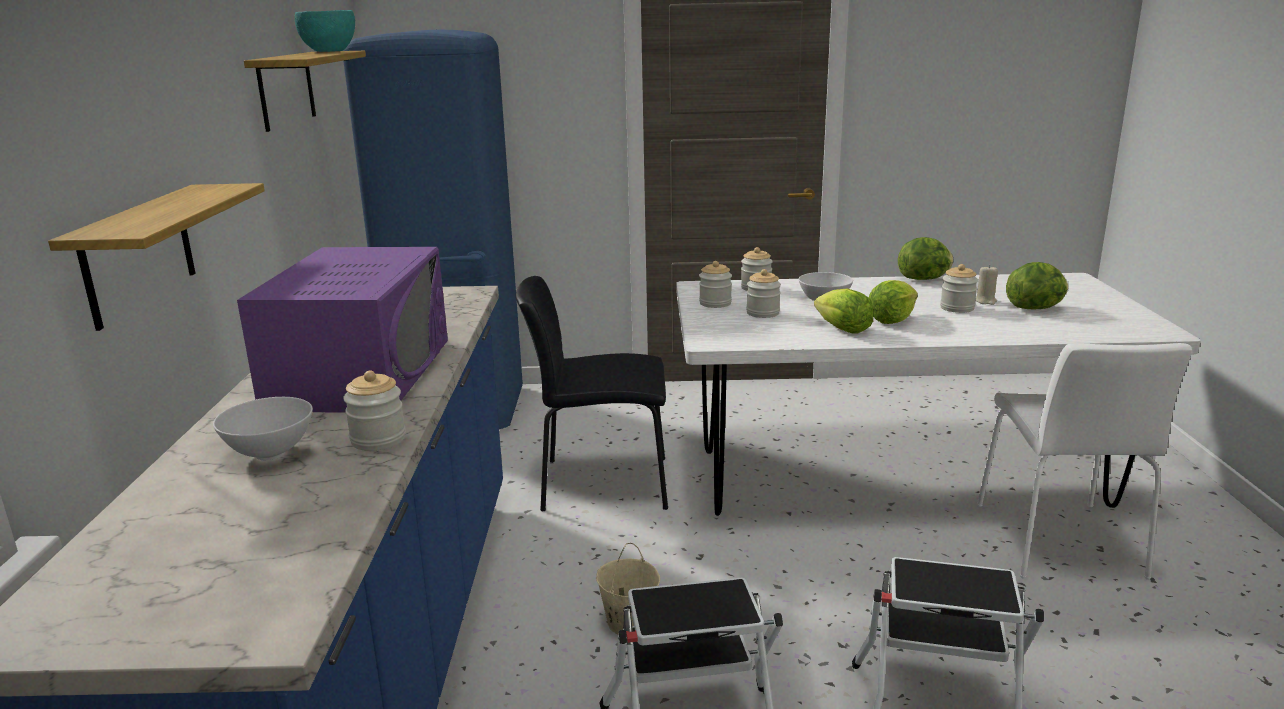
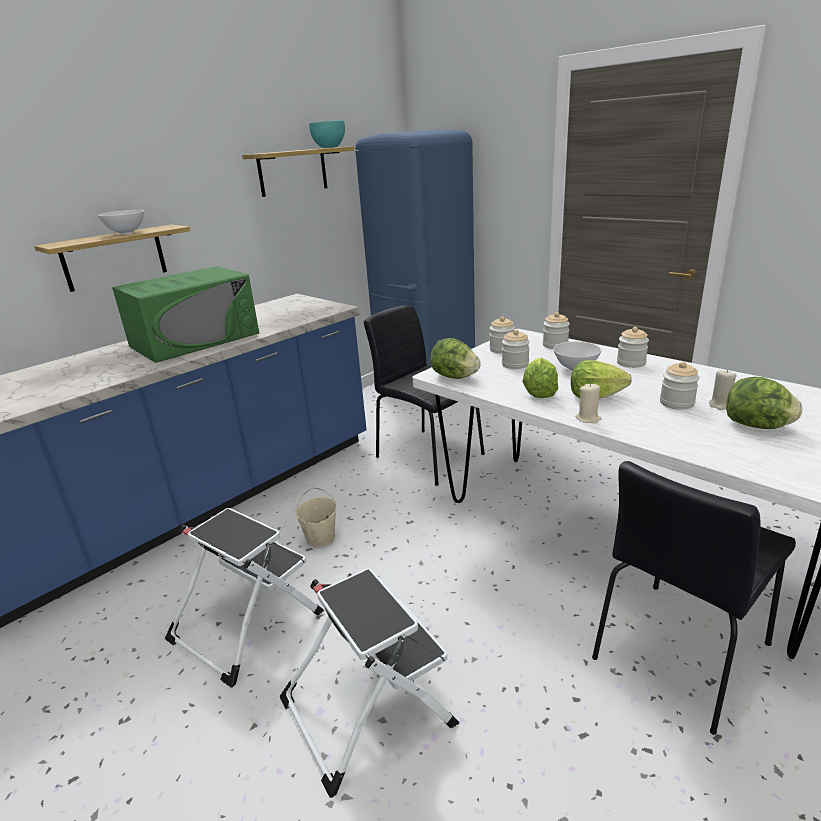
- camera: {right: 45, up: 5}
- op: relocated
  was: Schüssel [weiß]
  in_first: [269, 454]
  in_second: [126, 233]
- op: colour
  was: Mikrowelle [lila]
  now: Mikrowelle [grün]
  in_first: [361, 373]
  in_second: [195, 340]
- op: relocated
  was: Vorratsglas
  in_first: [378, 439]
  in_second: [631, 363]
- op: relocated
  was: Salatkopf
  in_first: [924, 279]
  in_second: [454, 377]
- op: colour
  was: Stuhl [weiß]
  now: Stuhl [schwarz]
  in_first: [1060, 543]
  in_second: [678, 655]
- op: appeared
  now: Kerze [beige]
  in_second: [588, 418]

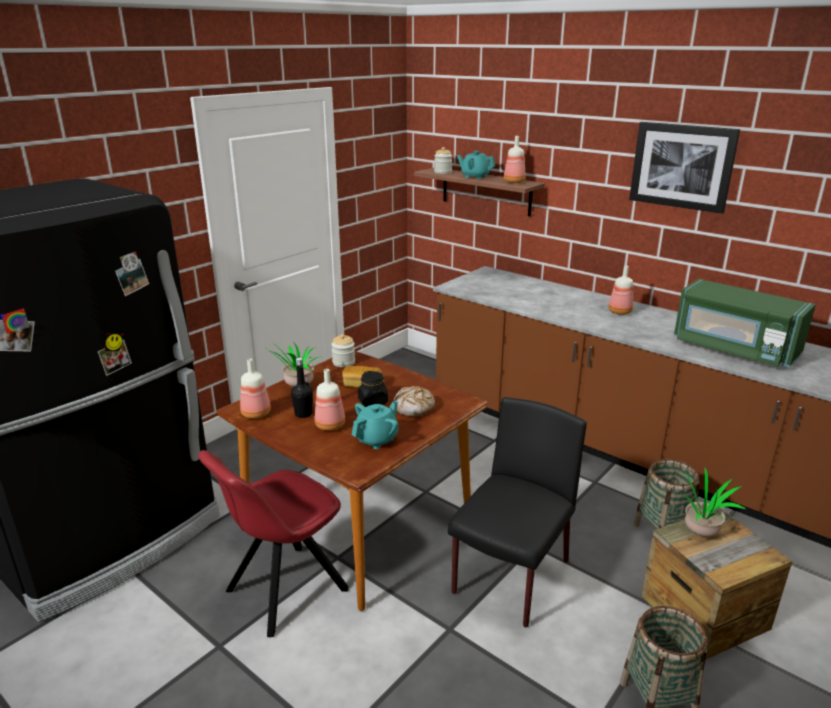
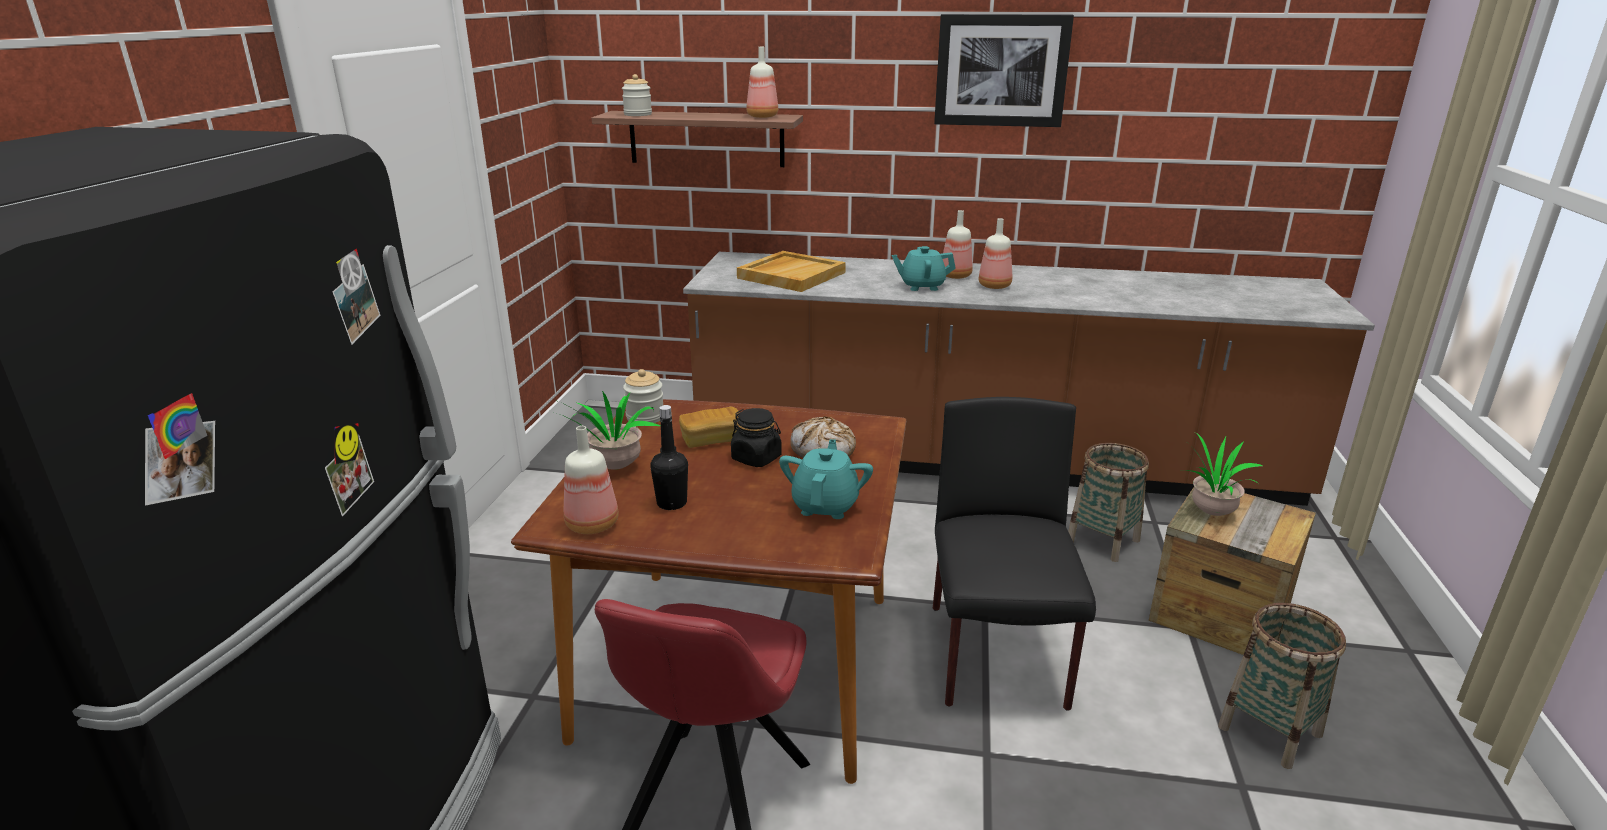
- camera: {right: -30, up: 0}
- op: relocated
  was: Flasche
  in_first: [331, 425]
  in_second: [995, 286]
- op: relocated
  was: Teekanne [türkis]
  in_first: [475, 177]
  in_second: [922, 286]
- op: missing
  was: Mikrowelle [grün]
  in_first: [733, 349]
- op: appeared
  now: Tablett [beige]
  in_second: [791, 275]

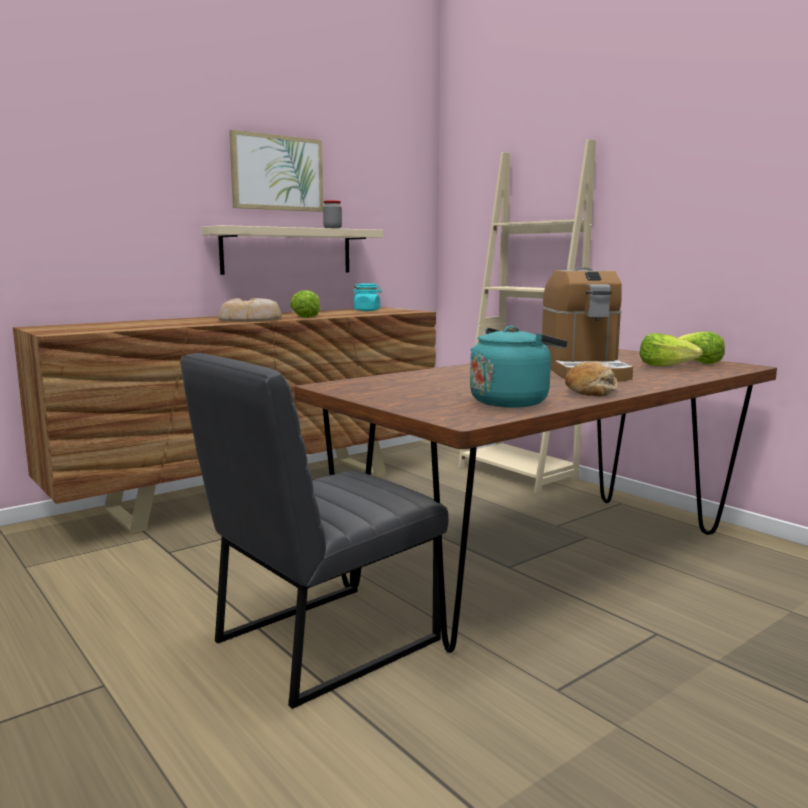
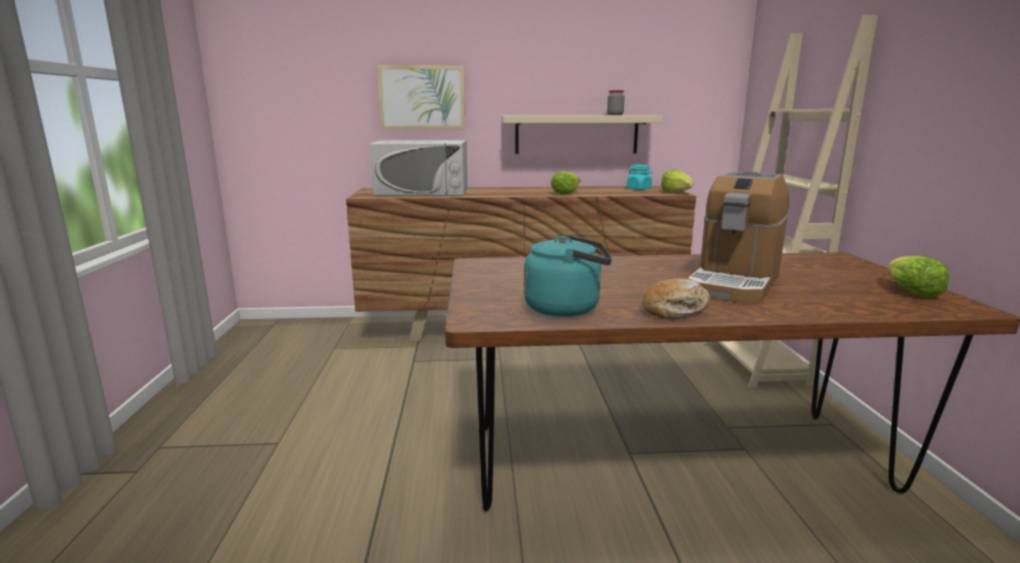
- camera: {right: 35, up: 5}
- op: missing
  was: Stuhl [grau]
  in_first: [321, 642]
- op: missing
  was: Brot
  in_first: [250, 319]
- op: relocated
  was: Bild
  in_first: [277, 173]
  in_second: [422, 97]
- op: relocated
  was: Salatkopf
  in_first: [666, 366]
  in_second: [677, 193]
- op: appeared
  now: Mikrowelle [weiß]
  in_second: [422, 191]

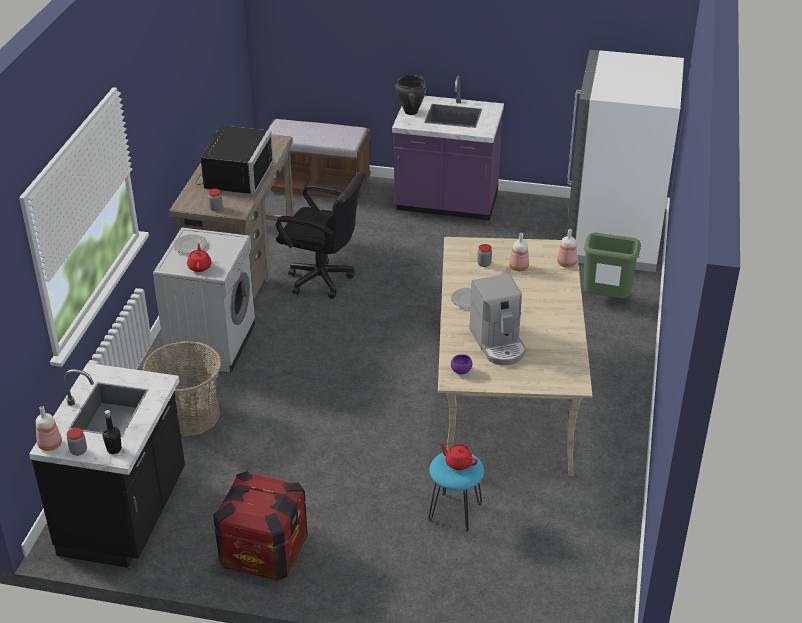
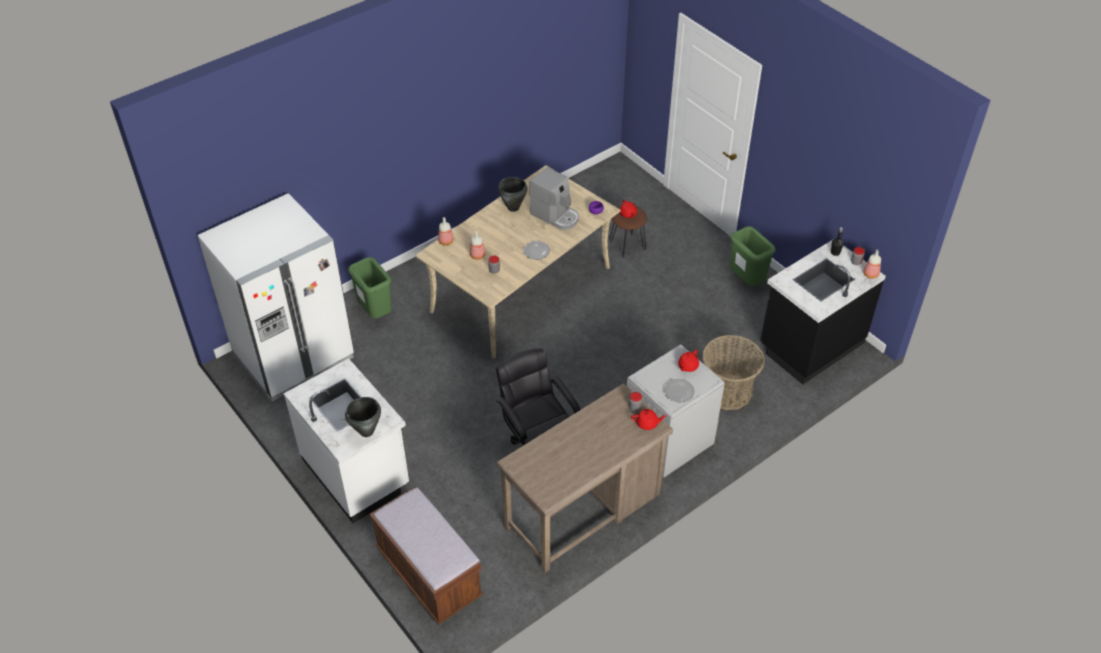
- camera: {right: -140, up: 10}
- op: missing
  was: Mikrowelle [schwarz]
  in_first: [234, 176]
- op: exchanged
  was: Kiste
  now: Mülleimer [grün]
  in_first: [264, 552]
  in_second: [746, 281]
- op: colour
  was: Küchenzeile [lila]
  now: Küchenzeile [weiß]
  in_first: [446, 204]
  in_second: [357, 472]
- op: colour
  was: Hocker [türkis]
  now: Hocker [braun]
  in_first: [455, 512]
  in_second: [627, 245]
- op: spun
  was: Kaffeemaschine
  in_first: [498, 343]
  in_second: [555, 215]
  clockwise: 105
- op: appeared
  now: Kochtopf [schwarz]
  in_second: [513, 208]
- op: appeared
  now: Teekanne [rot]
  in_second: [647, 423]

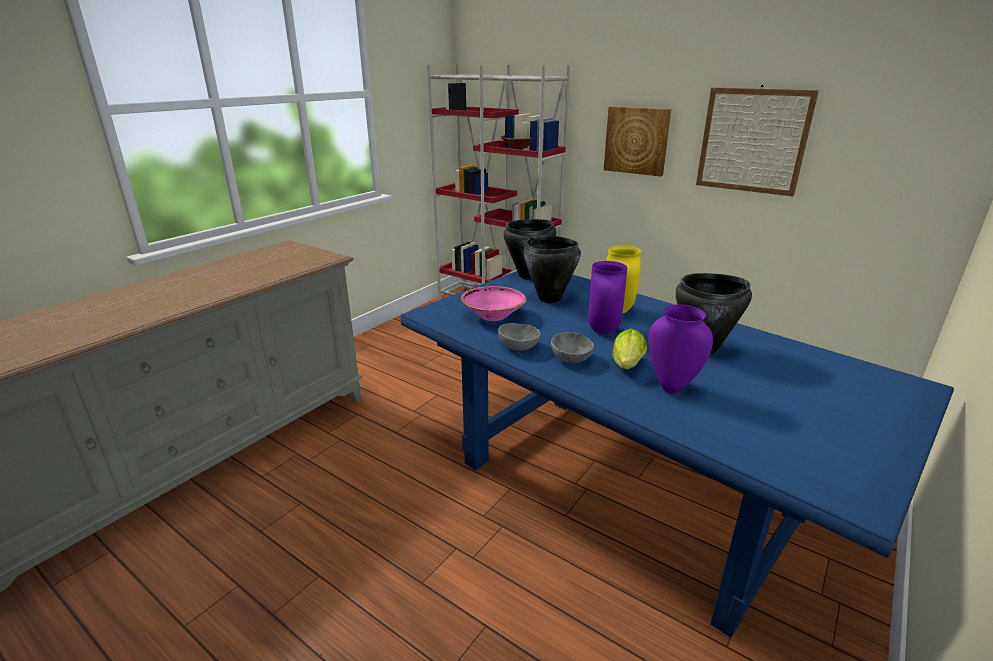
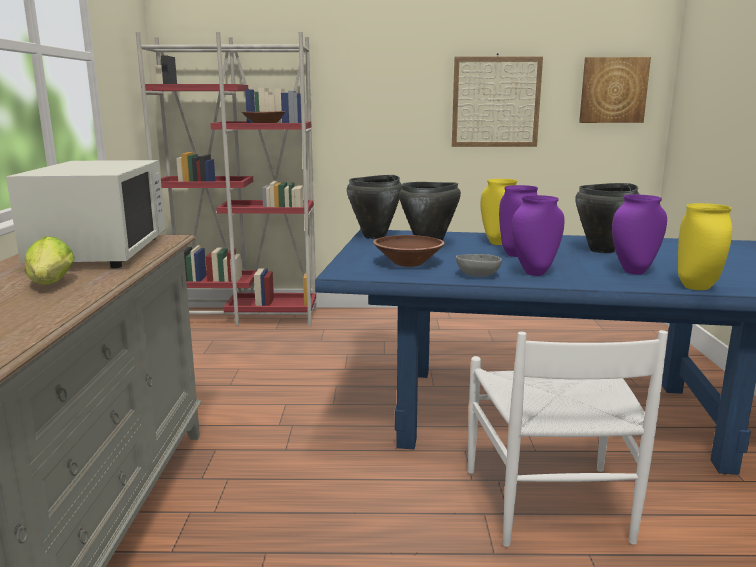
- camera: {right: -35, up: -10}
- op: colour
  was: Schüssel [rosa]
  now: Schüssel [braun]
  in_first: [493, 316]
  in_second: [408, 263]
- op: exchanged
  was: Schüssel [grau]
  now: Vase [lila]
  in_first: [572, 358]
  in_second: [534, 273]
- op: relocated
  was: Bild
  in_first: [636, 140]
  in_second: [613, 90]
- op: relocated
  was: Salatkopf
  in_first: [627, 367]
  in_second: [50, 285]
- op: appeared
  now: Mikrowelle [weiß]
  in_second: [101, 252]
- op: appeared
  now: Stuhl [weiß]
  in_second: [551, 506]
- op: appeared
  now: Vase [gelb]
  in_second: [695, 287]

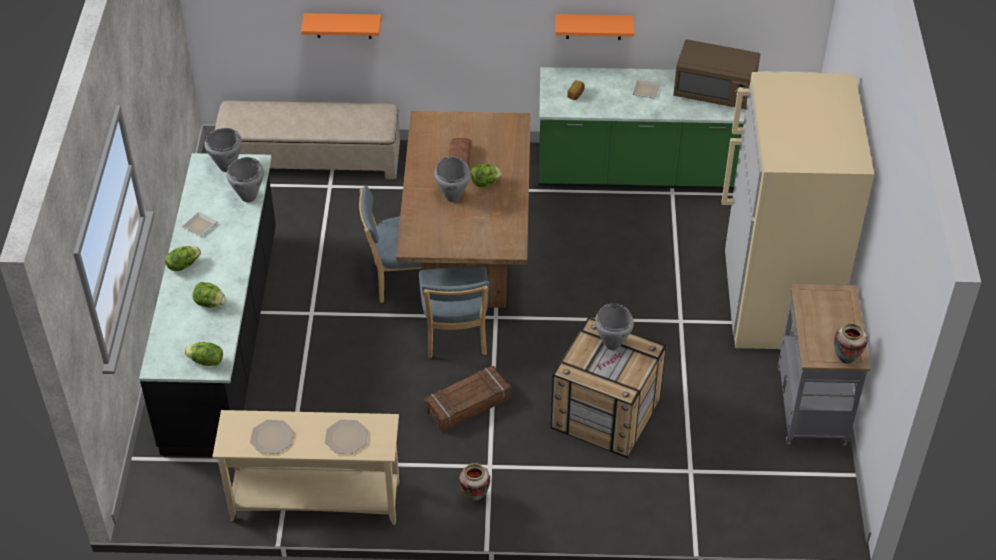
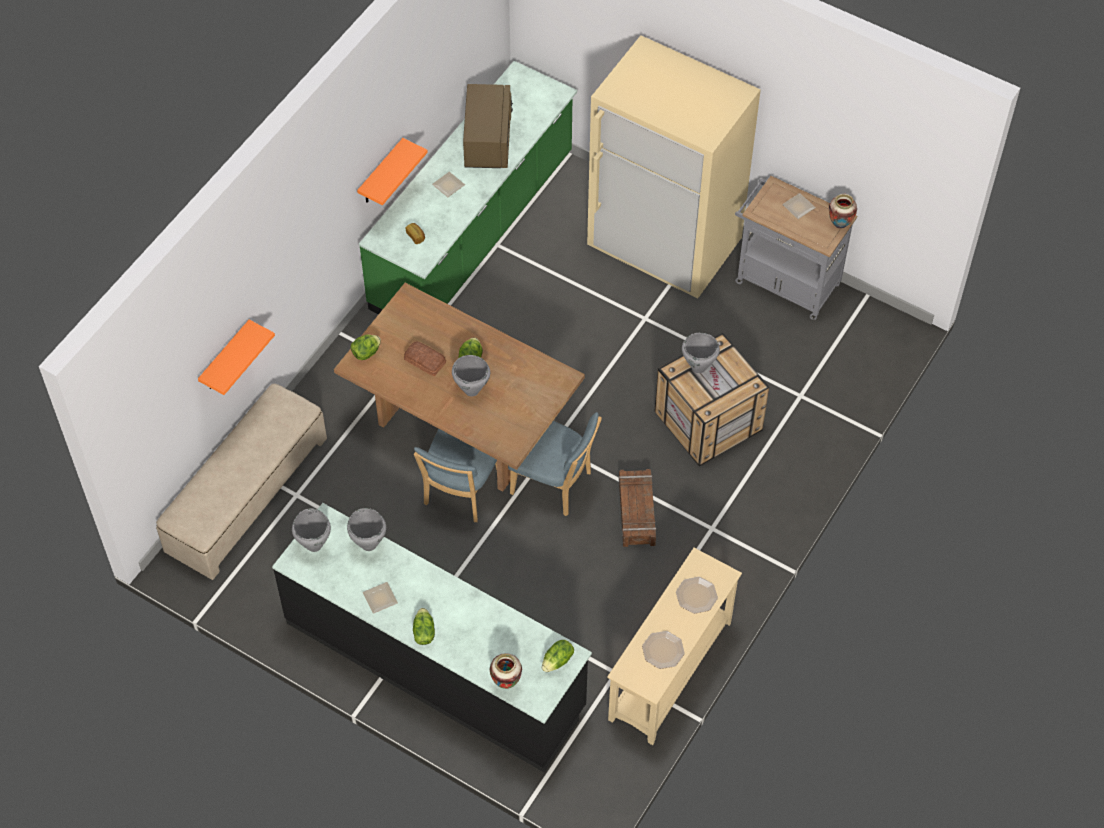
- camera: {right: -60, up: 10}
- op: relocated
  was: Salatkopf
  in_first: [210, 303]
  in_second: [366, 353]
- op: relocated
  was: Vase
  in_first: [475, 496]
  in_second: [506, 682]
- op: spun
  was: Mikrowelle [braun]
  in_first: [714, 92]
  in_second: [487, 141]
  clockwise: -45
- op: appeared
  now: Teller
  in_second: [797, 207]

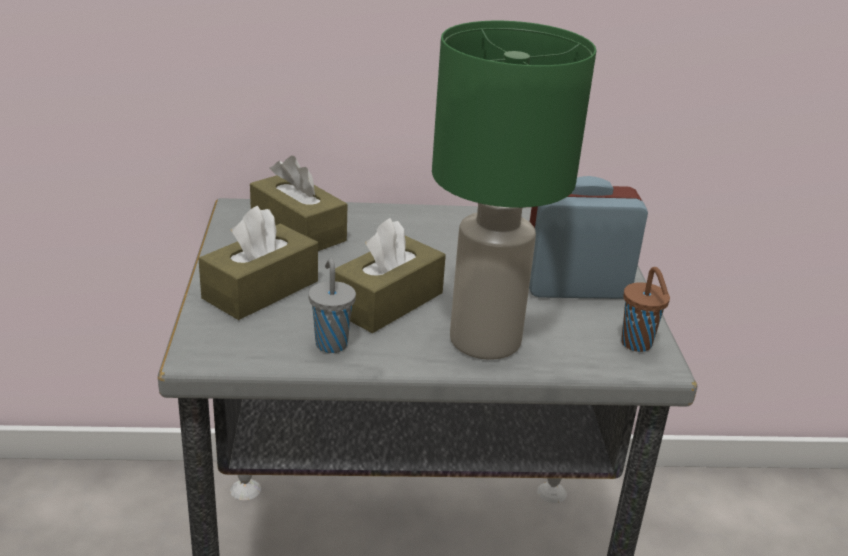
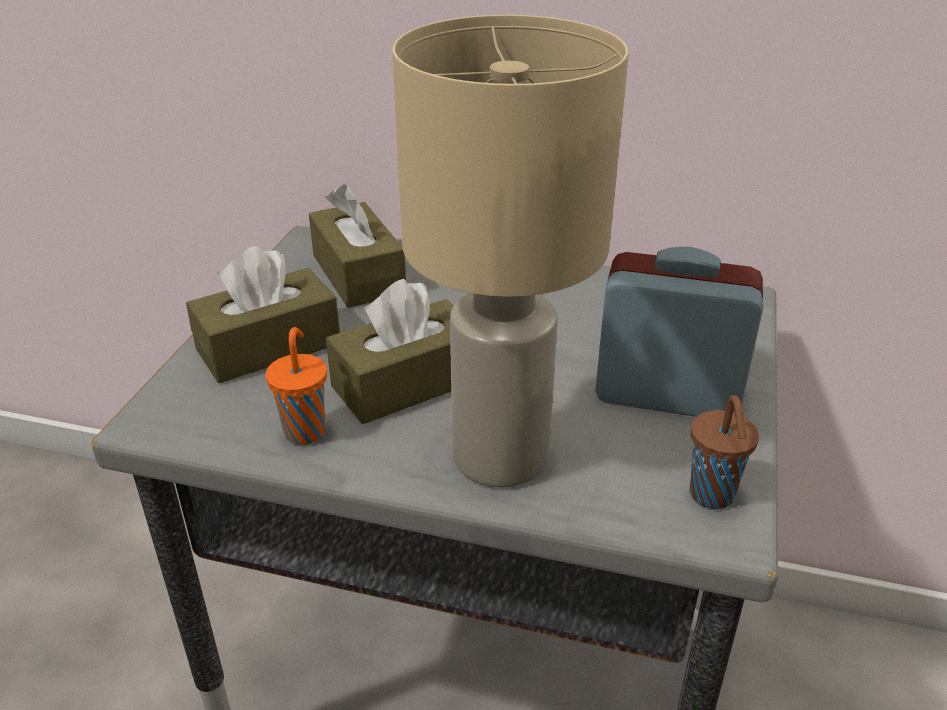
- camera: {right: 20, up: 5}
- op: colour
  was: Tasse [grau]
  now: Tasse [orange]
  in_first: [331, 343]
  in_second: [305, 430]
- op: colour
  was: Tischlampe [grün]
  now: Tischlampe [beige]
  in_first: [484, 342]
  in_second: [498, 458]

